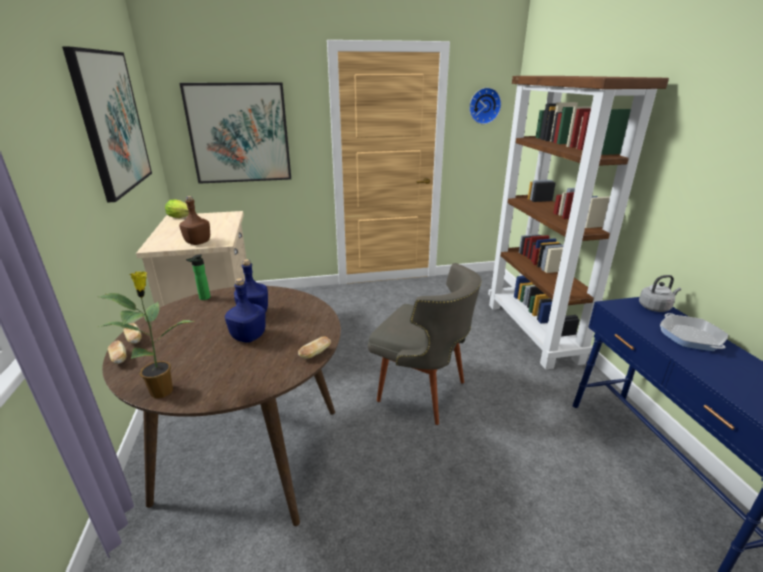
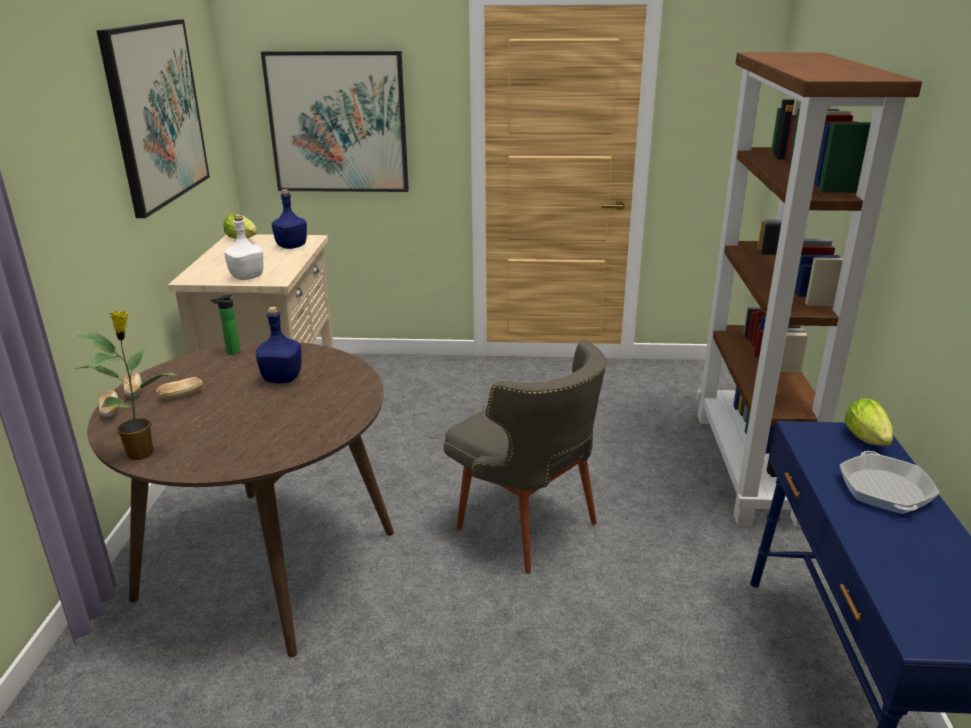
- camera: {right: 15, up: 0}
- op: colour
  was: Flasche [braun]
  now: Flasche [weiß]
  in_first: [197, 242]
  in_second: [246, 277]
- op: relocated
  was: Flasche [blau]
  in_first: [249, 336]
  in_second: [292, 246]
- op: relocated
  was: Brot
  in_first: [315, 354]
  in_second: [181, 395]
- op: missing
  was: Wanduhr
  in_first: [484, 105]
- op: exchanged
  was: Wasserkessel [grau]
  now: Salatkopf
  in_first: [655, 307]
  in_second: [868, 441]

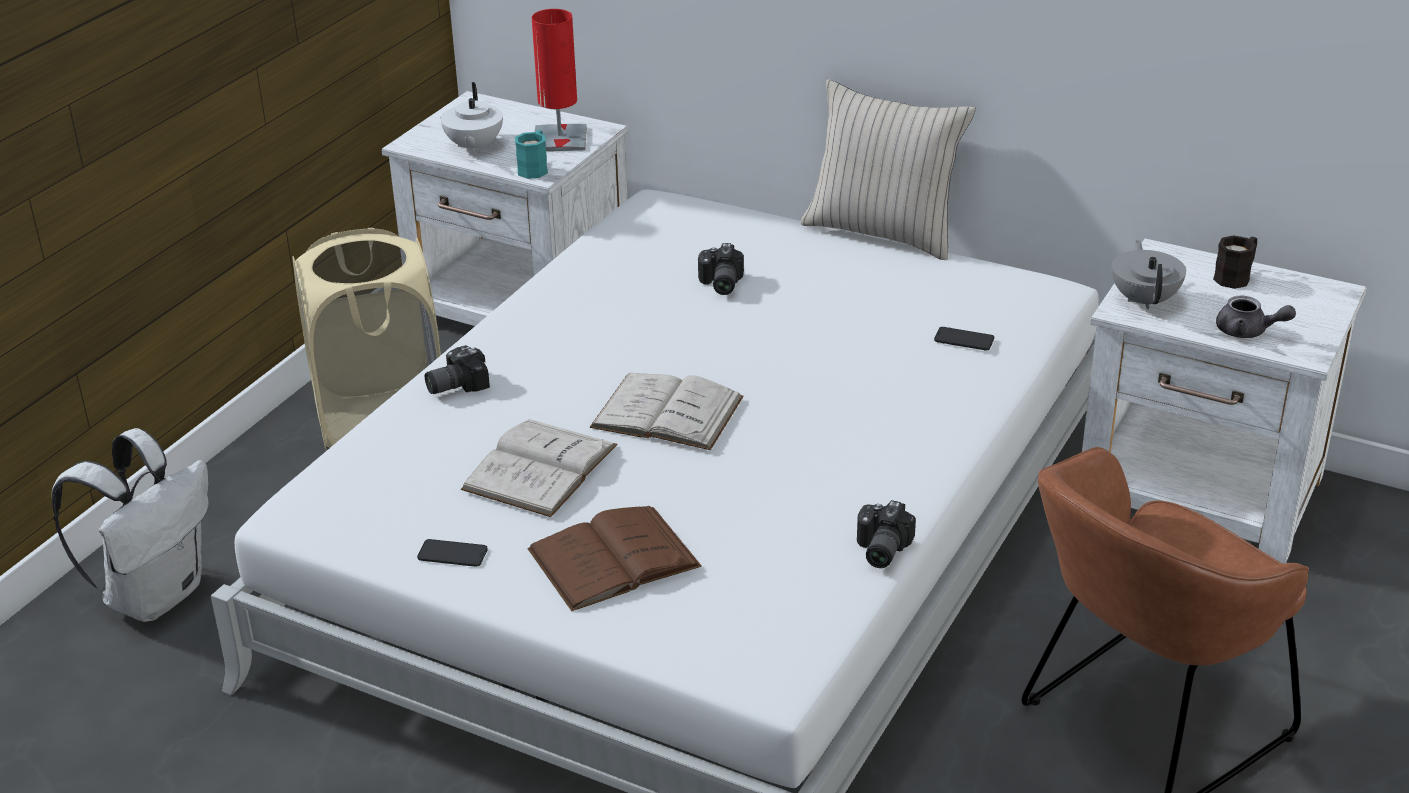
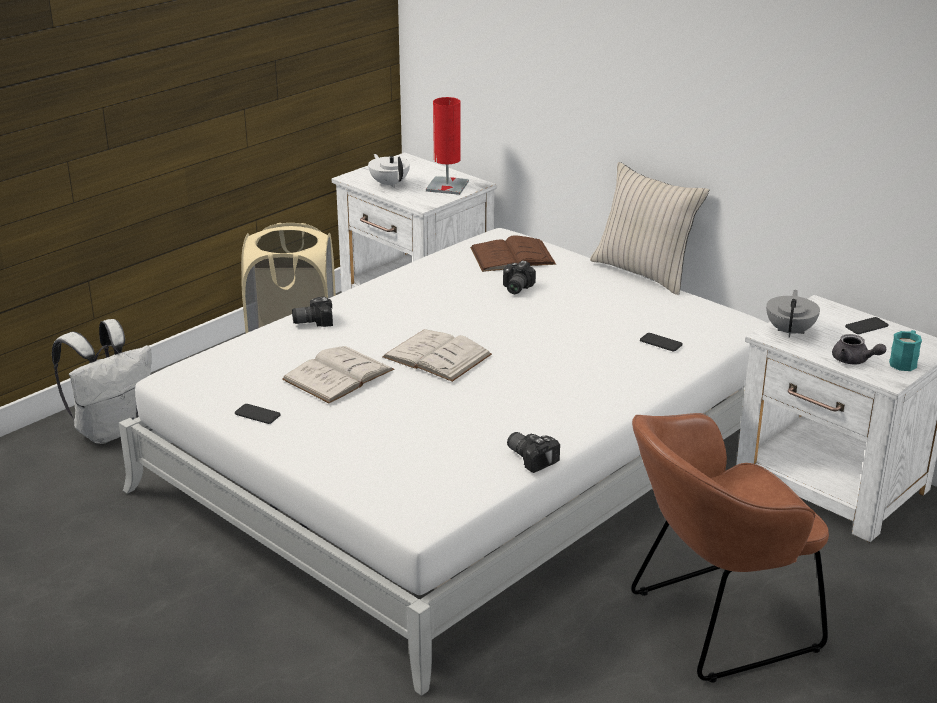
- camera: {right: 15, up: -5}
- op: spun
  was: Teekanne [weiß]
  in_first: [473, 147]
  in_second: [389, 184]
  clockwise: 135
- op: relocated
  was: Henkelbecher [türkis]
  in_first: [535, 168]
  in_second: [904, 362]
- op: relocated
  was: Buch [braun]
  in_first: [613, 558]
  in_second: [512, 256]
- op: spun
  was: Kamera
  in_first: [879, 550]
  in_second: [532, 457]
  clockwise: 105
- op: exchanged
  was: Henkelbecher [schwarz]
  now: Handy
  in_first: [1236, 276]
  in_second: [866, 326]

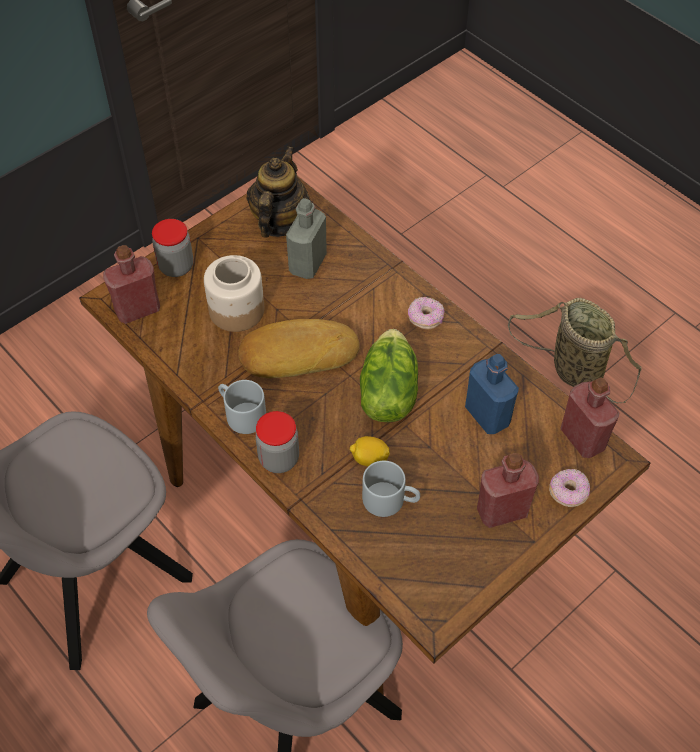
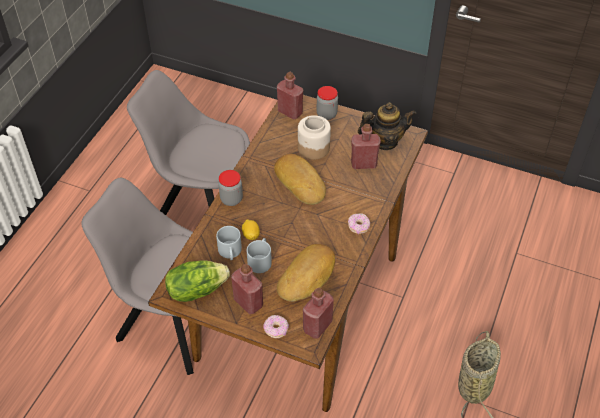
- camera: {right: 65, up: -5}
- op: relocated
  was: Henkelbecher [grau]
  in_first: [240, 414]
  in_second: [260, 260]
- op: colour
  was: Flasche [grau]
  now: Flasche [rot]
  in_first: [307, 264]
  in_second: [363, 164]
- op: relocated
  was: Salatkopf
  in_first: [387, 393]
  in_second: [196, 290]
- op: exchanged
  was: Flasche [blau]
  now: Brot
  in_first: [487, 415]
  in_second: [308, 276]

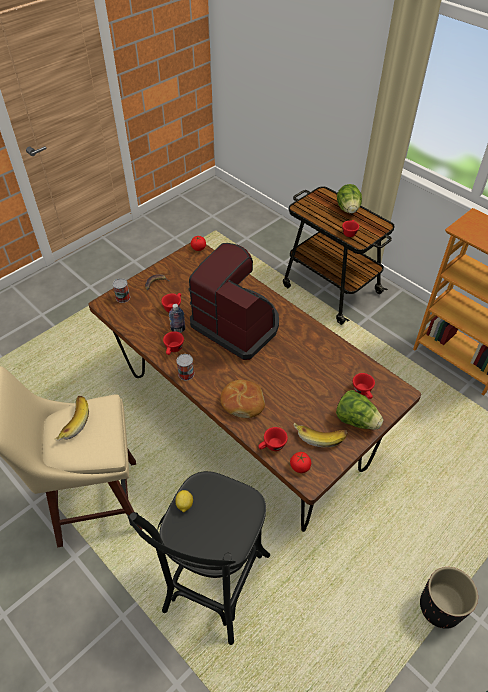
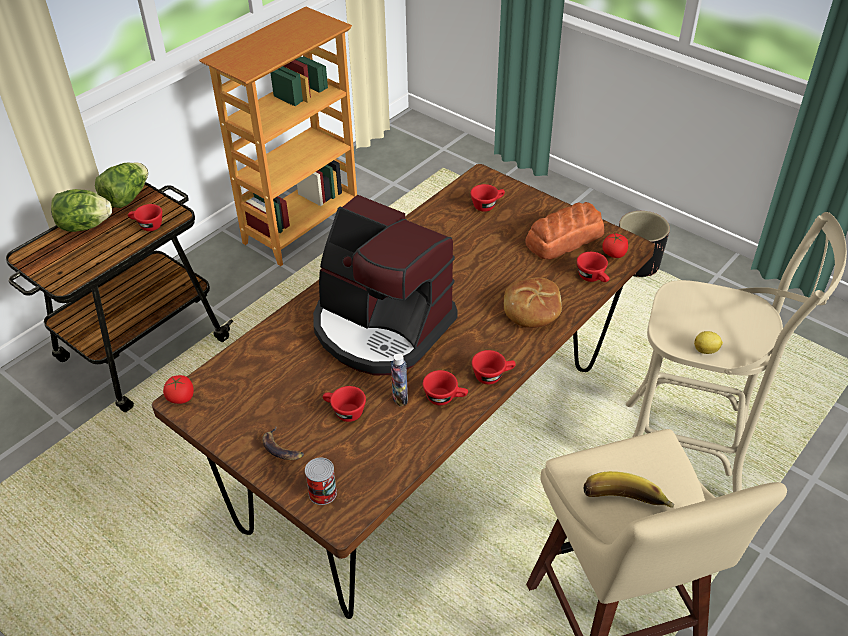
- camera: {right: -95, up: -5}
- op: colour
  was: Hocker [schwarz]
  now: Hocker [beige]
  in_first: [214, 588]
  in_second: [689, 455]
- op: exchanged
  was: Dose
  now: Tasse [rot]
  in_first: [186, 374]
  in_second: [492, 375]
- op: spun
  was: Kaffeemaschine
  in_first: [237, 325]
  in_second: [381, 327]
  clockwise: -90
- op: exchanged
  was: Banane
  now: Brot
  in_first: [320, 435]
  in_second: [563, 239]
- op: relocated
  was: Salatkopf
  in_first: [356, 420]
  in_second: [127, 198]

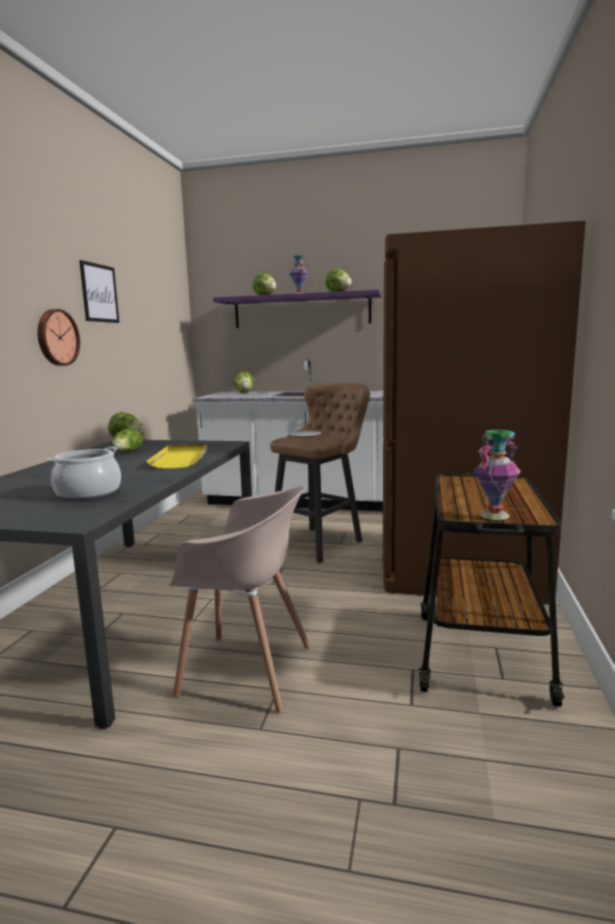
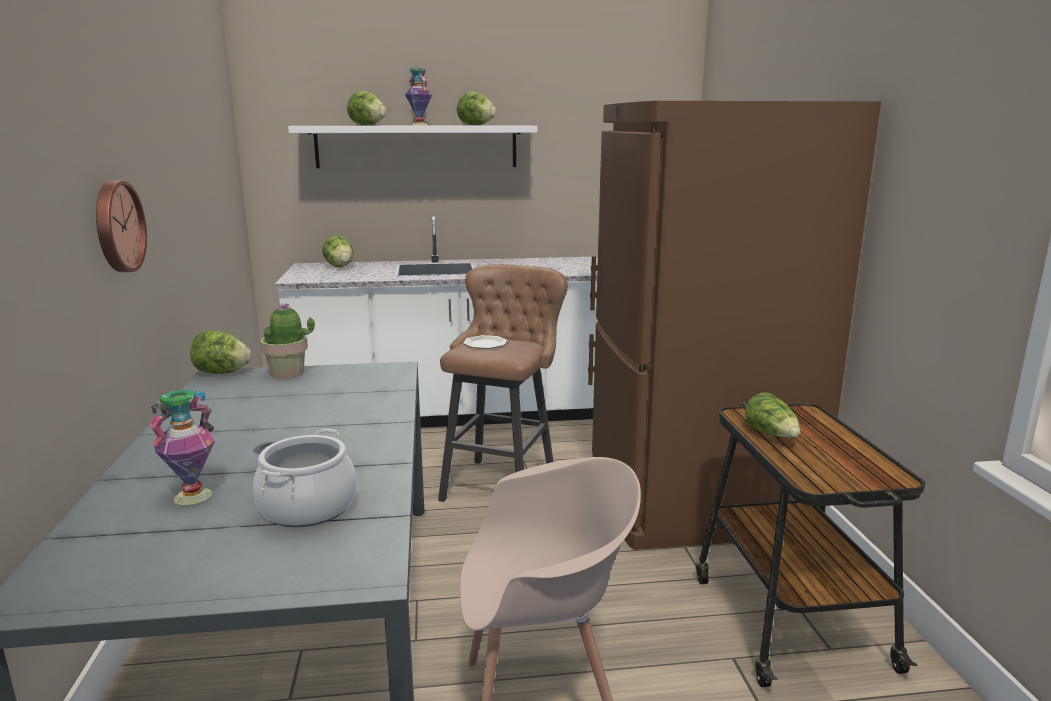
- camera: {right: -20, up: 5}
- op: missing
  was: Bild
  in_first: [99, 293]
- op: relocated
  was: Salatkopf
  in_first: [127, 452]
  in_second: [772, 435]
- op: missing
  was: Tablett [gelb]
  in_first: [181, 459]
- op: colour
  was: Wandregal [lila]
  now: Wandregal [weiß]
  in_first: [301, 311]
  in_second: [417, 146]
- op: relocated
  was: Vase
  in_first: [494, 515]
  in_second: [193, 496]
- op: appeared
  now: Topfpflanze
  in_second: [287, 373]

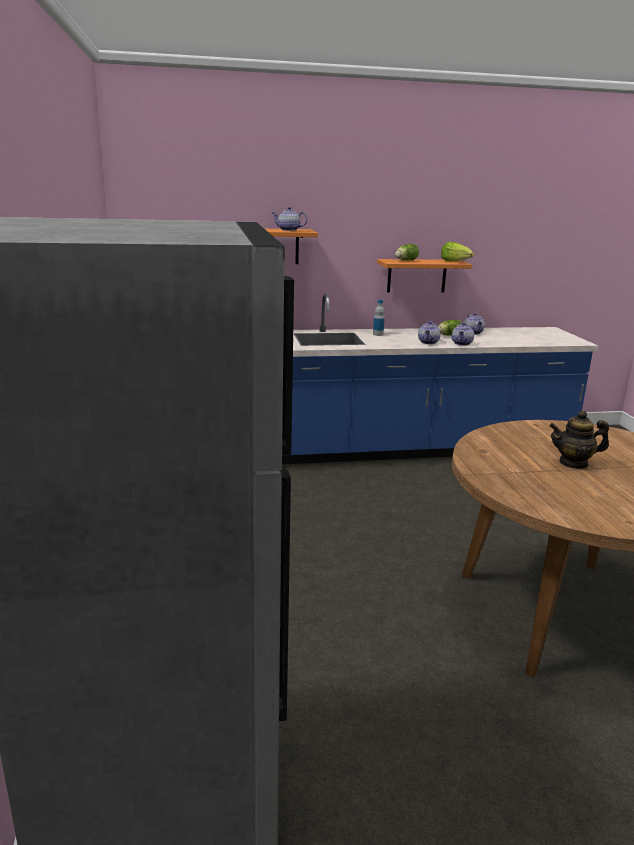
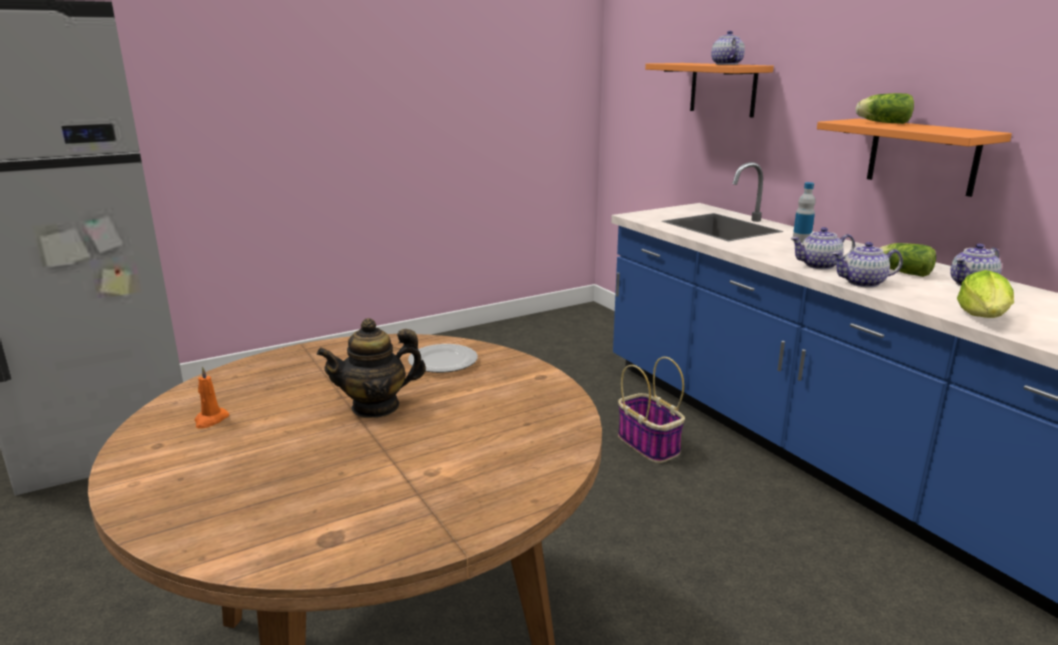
- camera: {right: 70, up: 0}
- op: relocated
  was: Salatkopf
  in_first: [455, 262]
  in_second: [983, 317]
- op: spun
  was: Teekanne
  in_first: [573, 463]
  in_second: [376, 407]
  clockwise: -90
- op: appeared
  now: Kerze [orange]
  in_second: [210, 420]
- op: appeared
  now: Teller
  in_second: [444, 362]
- op: appeared
  now: Korb
  in_second: [649, 445]

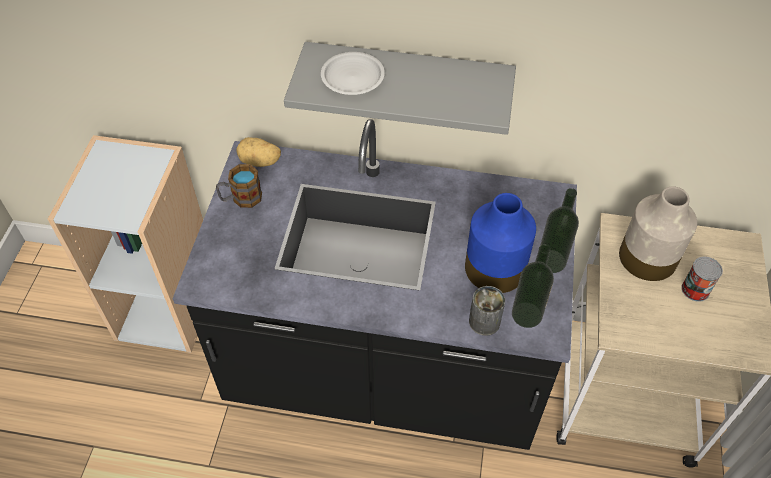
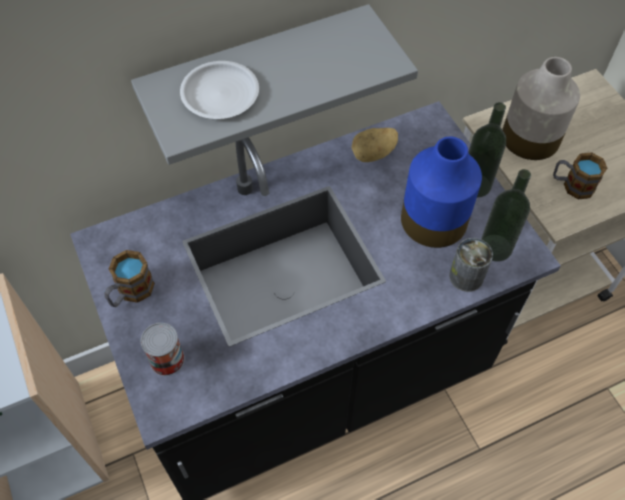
- camera: {right: -35, up: 5}
- op: relocated
  was: Kartoffel
  in_first: [260, 162]
  in_second: [374, 154]
- op: relocated
  was: Dose
  in_first: [695, 290]
  in_second: [167, 359]
- op: appeared
  now: Henkelbecher
  in_second: [572, 185]

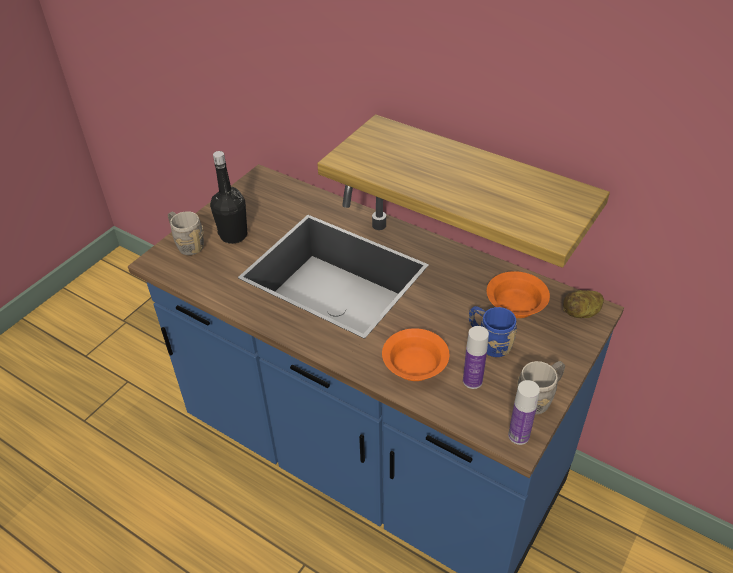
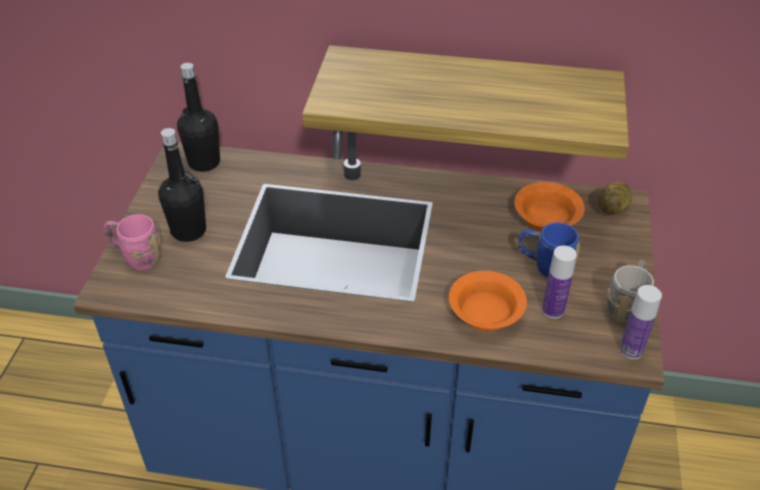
- camera: {right: -25, up: 0}
- op: colour
  was: Henkelbecher [grau]
  now: Henkelbecher [rosa]
  in_first: [187, 244]
  in_second: [136, 257]
- op: appeared
  now: Flasche [schwarz]
  in_second: [204, 162]

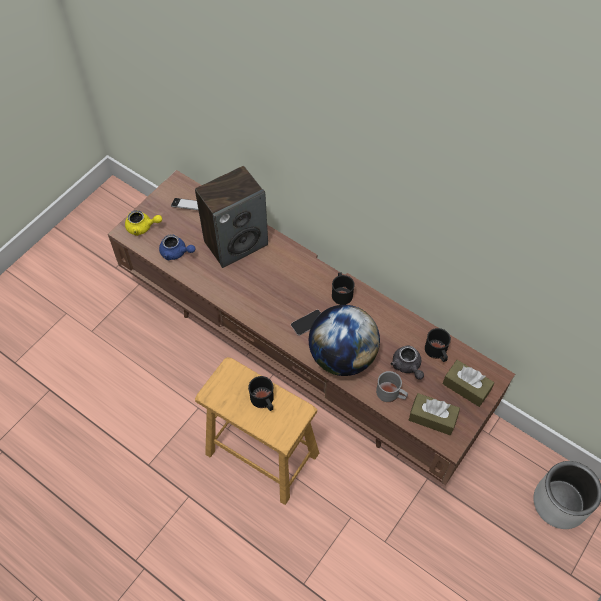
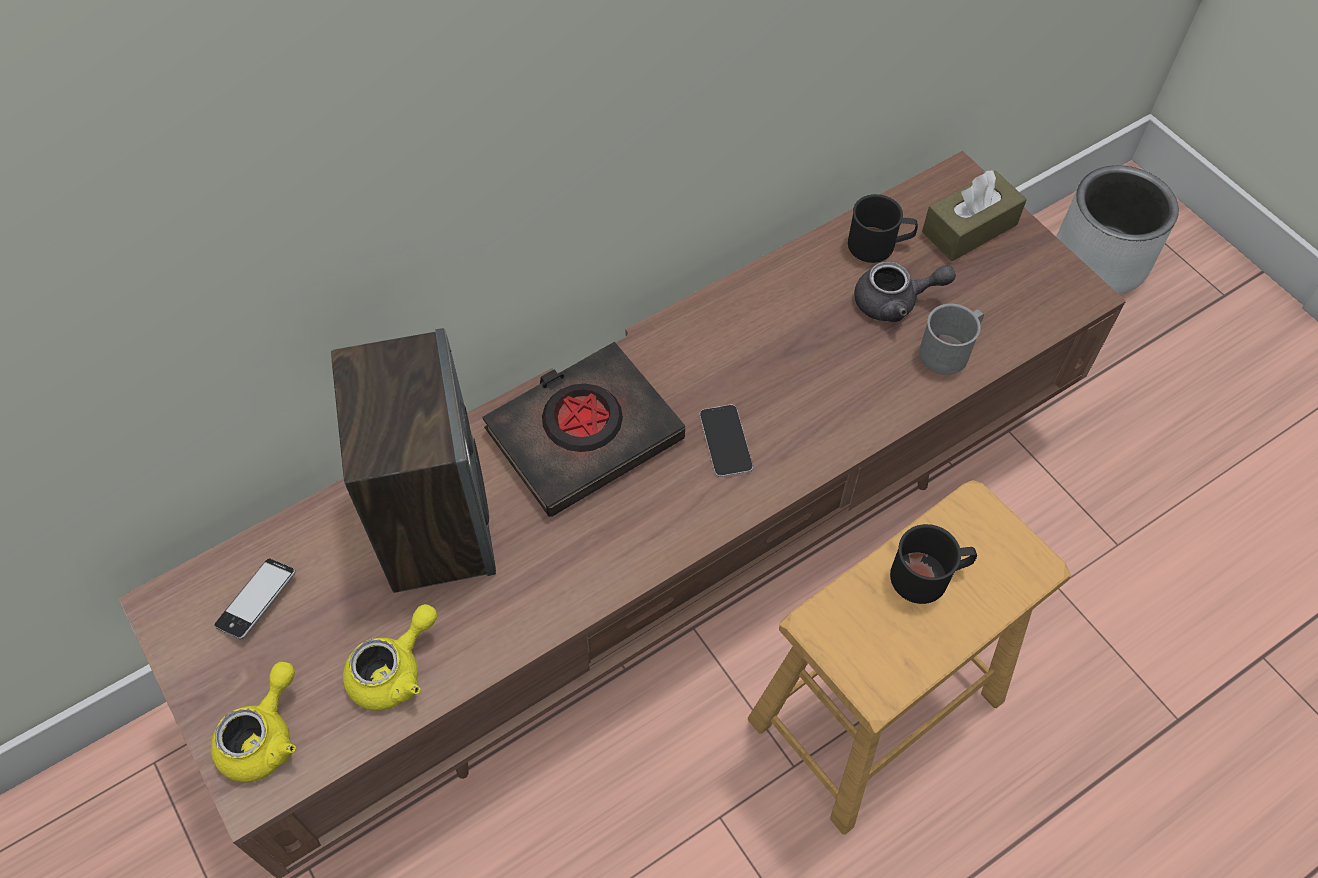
- camera: {right: -70, up: 0}
- op: colour
  was: Teekanne [blau]
  now: Teekanne [gelb]
  in_first: [176, 253]
  in_second: [395, 671]
- op: missing
  was: Globus
  in_first: [342, 356]
- op: missing
  was: Henkelbecher [schwarz]
  in_first: [341, 292]
- op: missing
  was: Taschentuchbox [braun]
  in_first: [432, 418]
- op: appeared
  now: Buch [schwarz]
  in_second: [584, 434]

